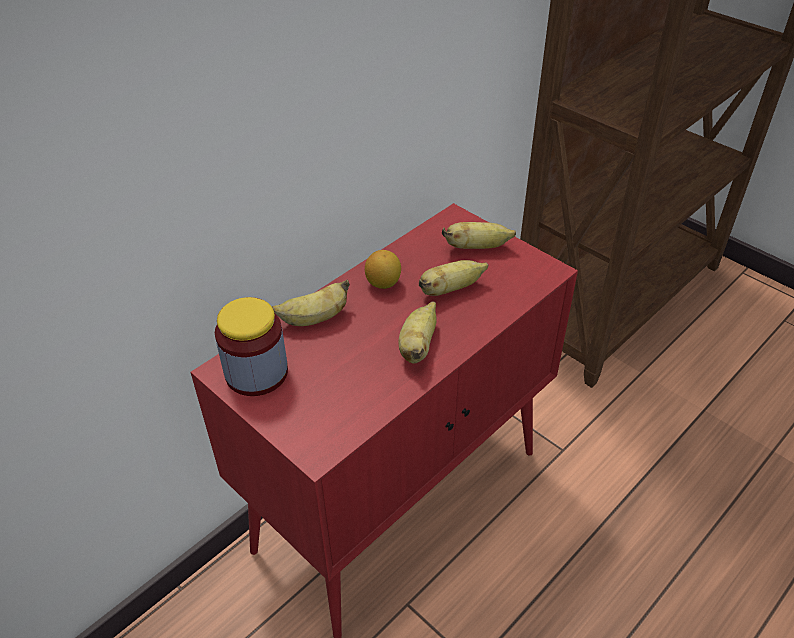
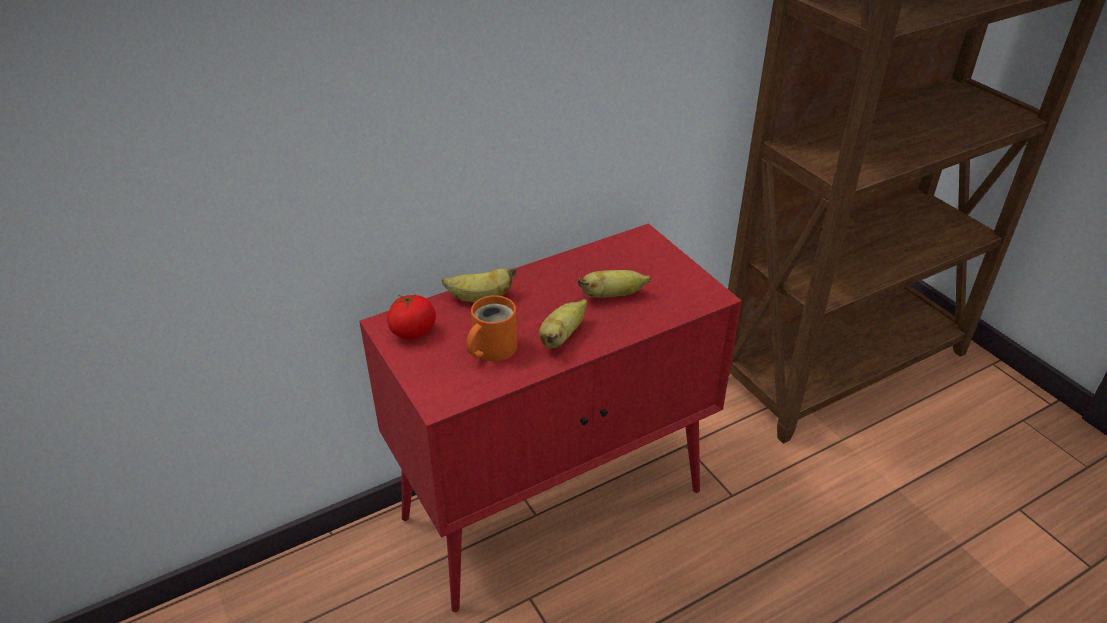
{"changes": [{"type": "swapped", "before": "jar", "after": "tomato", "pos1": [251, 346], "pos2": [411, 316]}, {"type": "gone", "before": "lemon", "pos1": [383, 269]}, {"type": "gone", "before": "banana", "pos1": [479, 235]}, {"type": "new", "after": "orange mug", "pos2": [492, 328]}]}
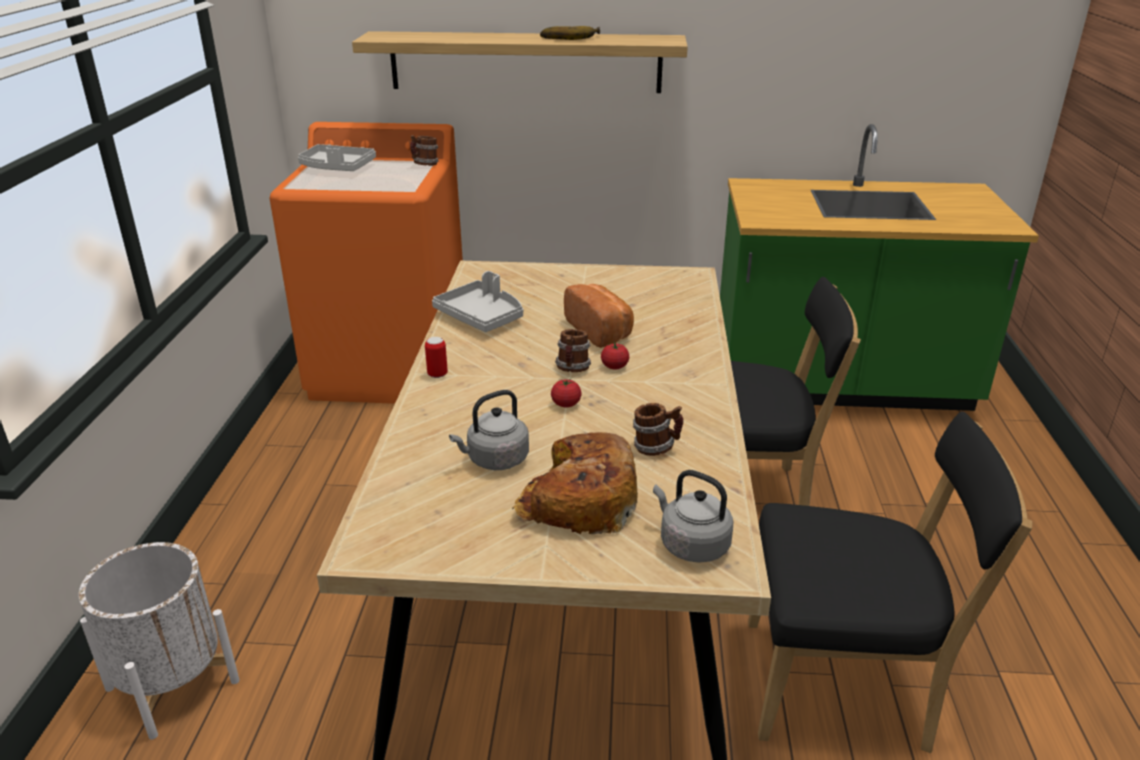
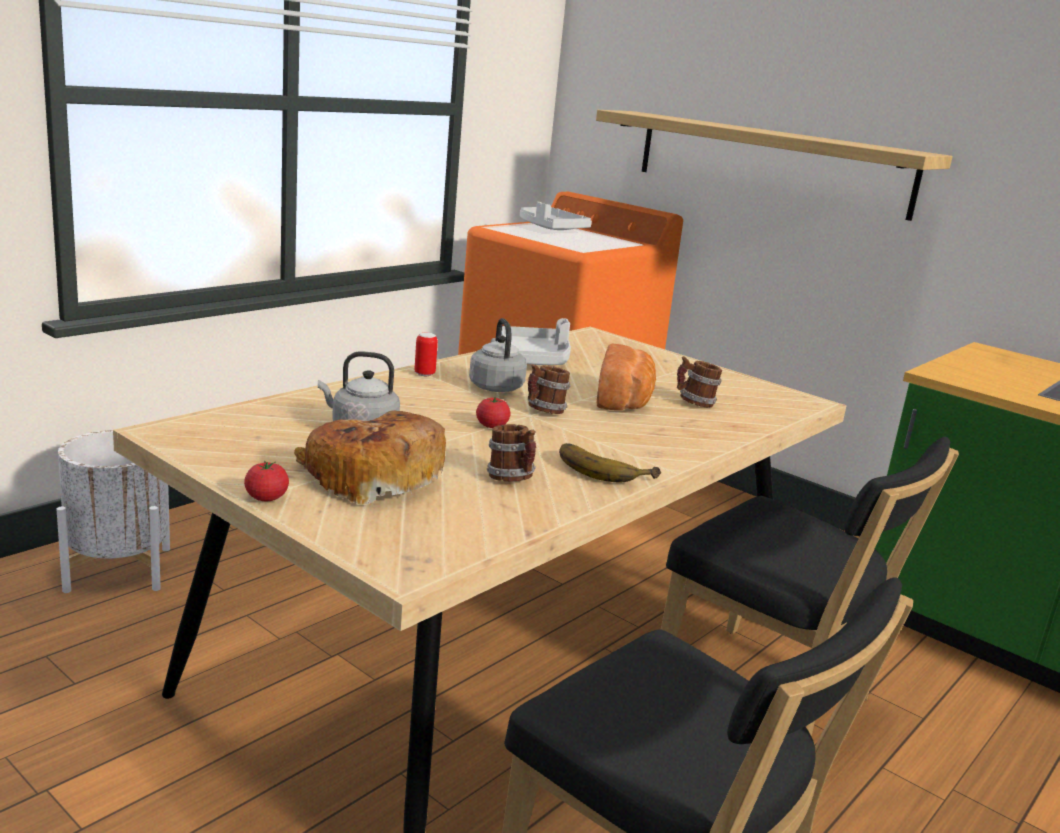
{"changes": [{"type": "shifted", "before": "mug", "pos1": [424, 150], "pos2": [699, 382]}, {"type": "shifted", "before": "banana", "pos1": [570, 33], "pos2": [610, 462]}, {"type": "shifted", "before": "tomato", "pos1": [615, 355], "pos2": [266, 480]}, {"type": "shifted", "before": "grey kettle", "pos1": [693, 516], "pos2": [498, 355]}]}
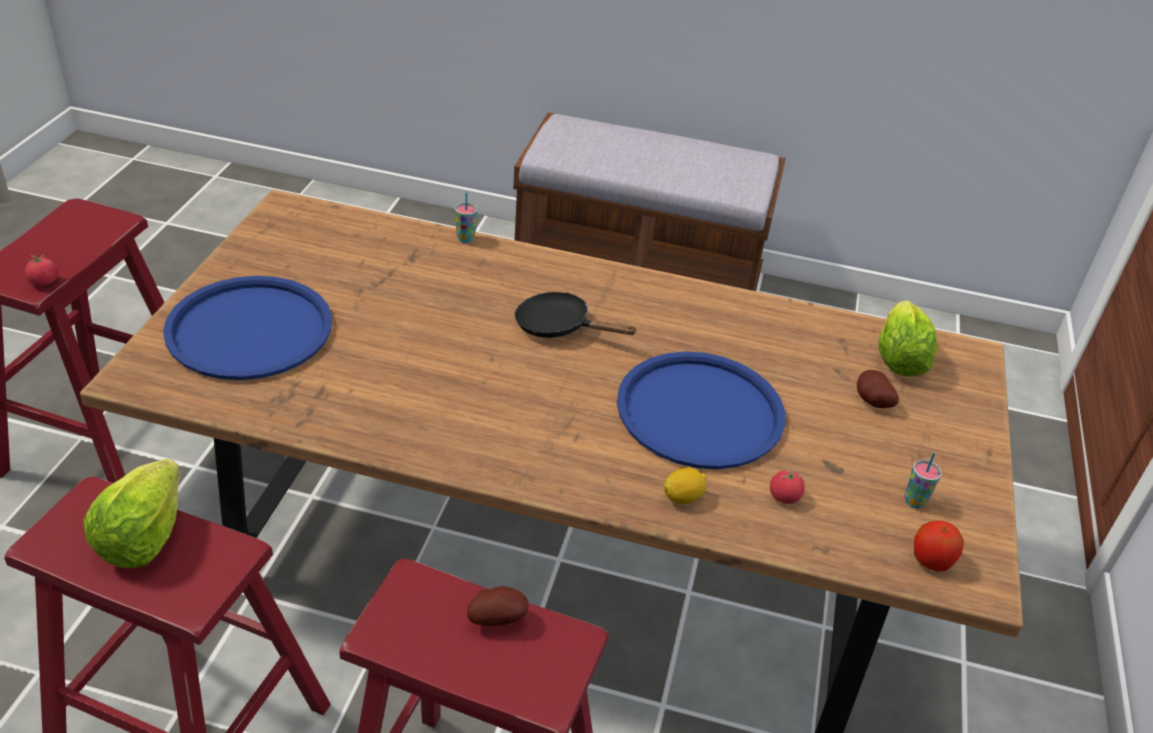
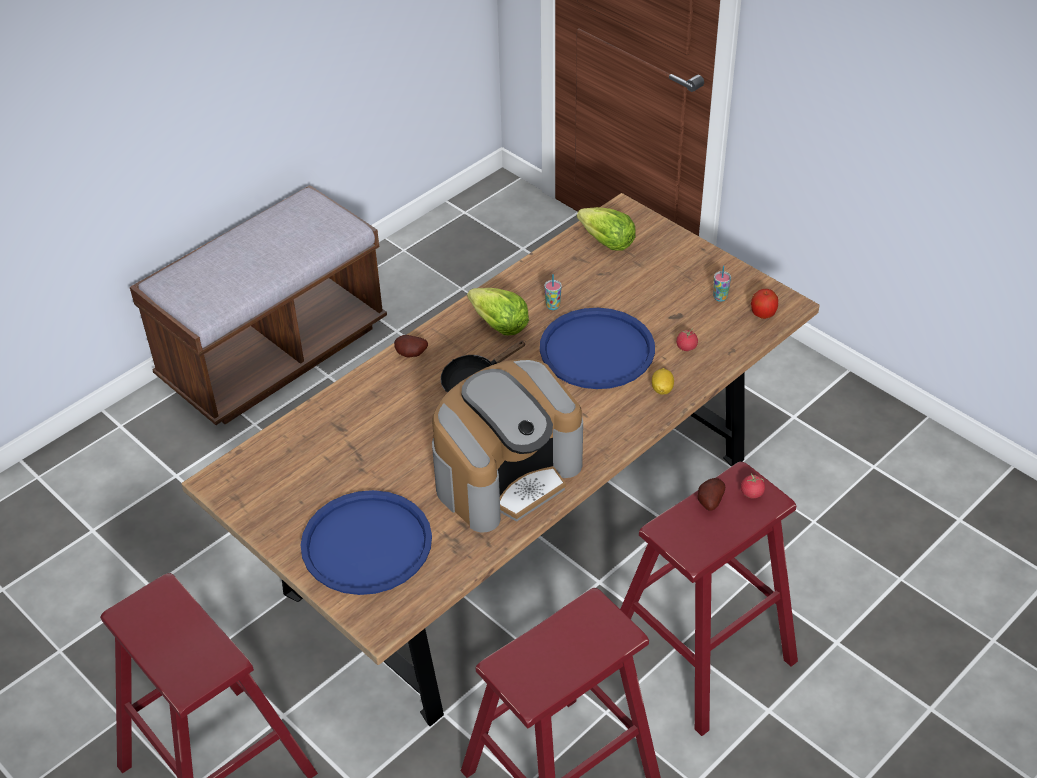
{"changes": [{"type": "shifted", "before": "tomato", "pos1": [41, 270], "pos2": [753, 486]}, {"type": "shifted", "before": "lettuce", "pos1": [131, 513], "pos2": [498, 311]}, {"type": "shifted", "before": "cup", "pos1": [466, 217], "pos2": [553, 292]}, {"type": "shifted", "before": "potato", "pos1": [878, 389], "pos2": [411, 346]}, {"type": "new", "after": "coffee machine", "pos2": [507, 445]}]}
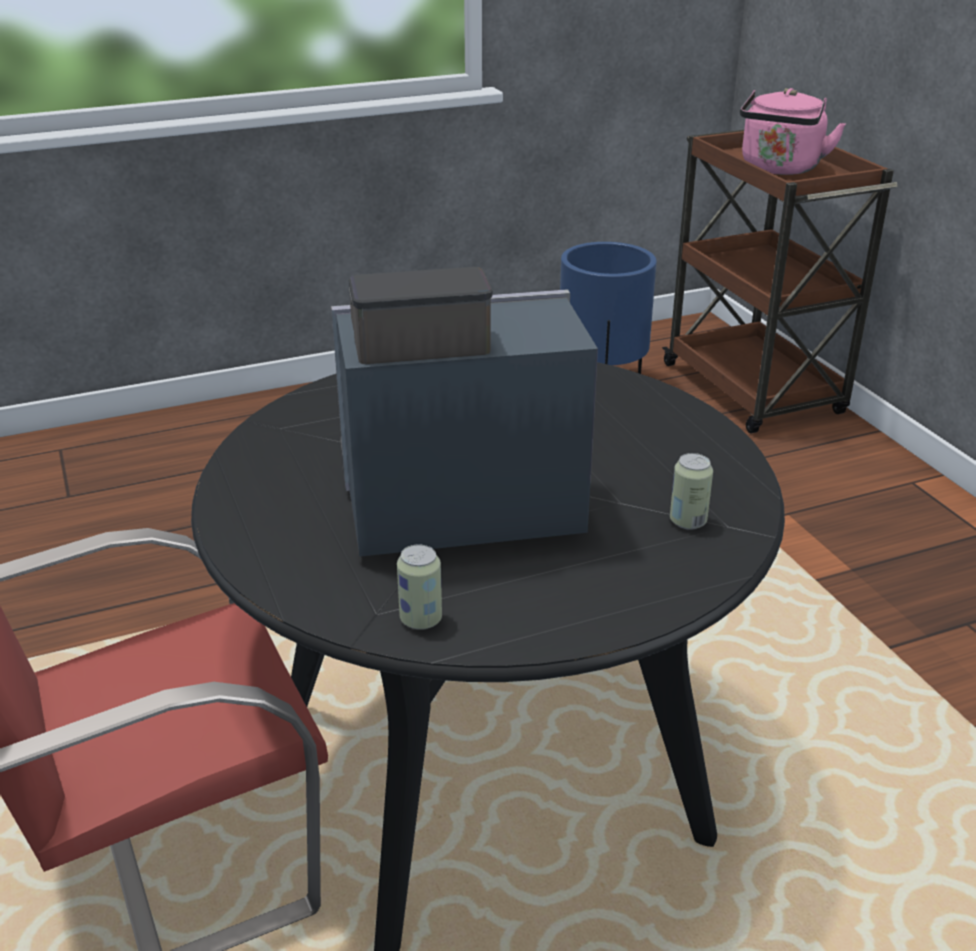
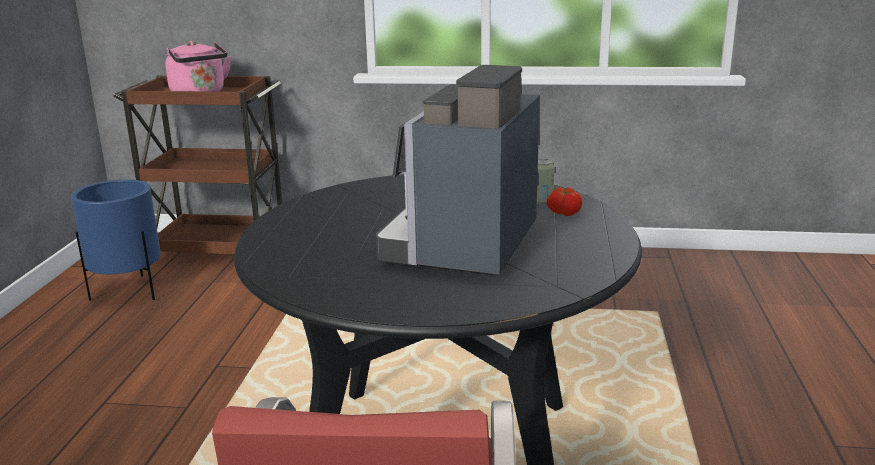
{"changes": [{"type": "gone", "before": "can", "pos1": [419, 587]}, {"type": "new", "after": "tomato", "pos2": [564, 201]}]}
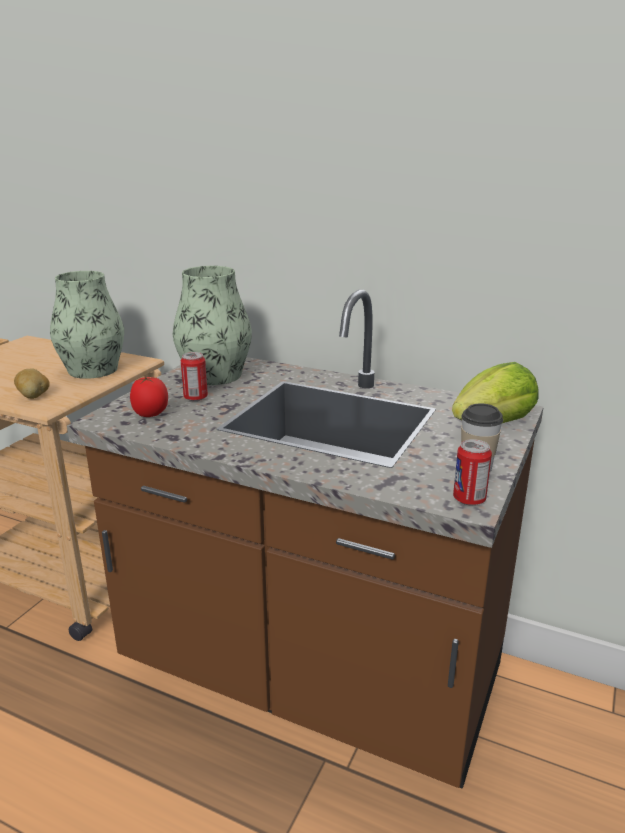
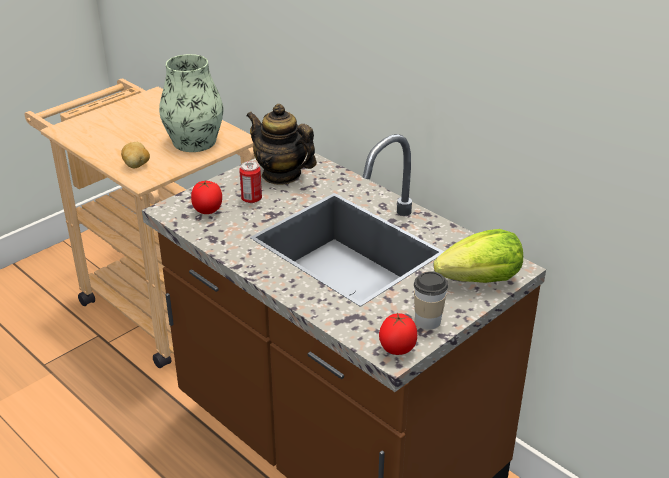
{"changes": [{"type": "swapped", "before": "vase", "after": "teapot", "pos1": [212, 325], "pos2": [281, 144]}, {"type": "swapped", "before": "can", "after": "tomato", "pos1": [472, 472], "pos2": [398, 333]}]}
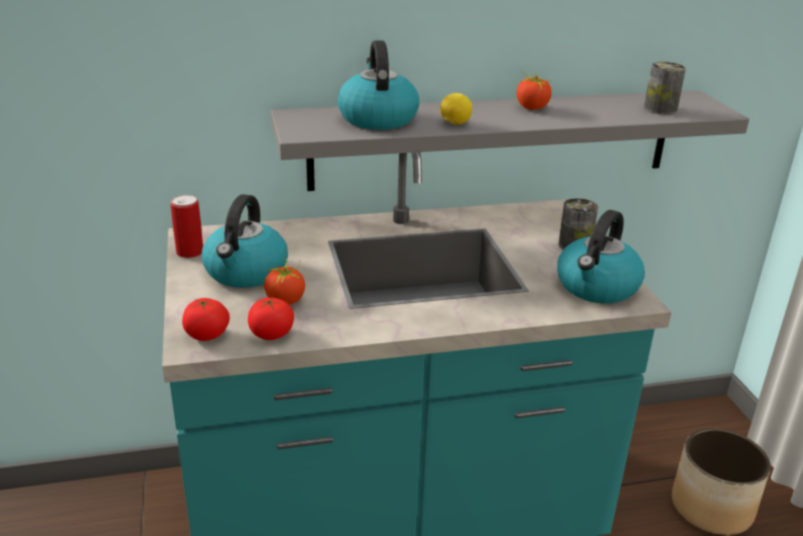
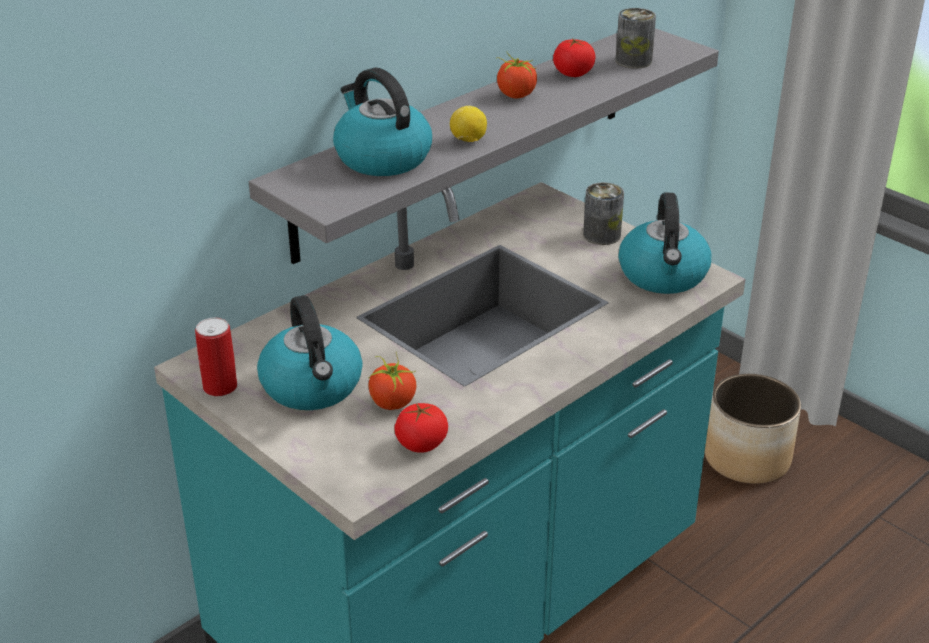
{"changes": [{"type": "shifted", "before": "tomato", "pos1": [206, 319], "pos2": [574, 58]}]}
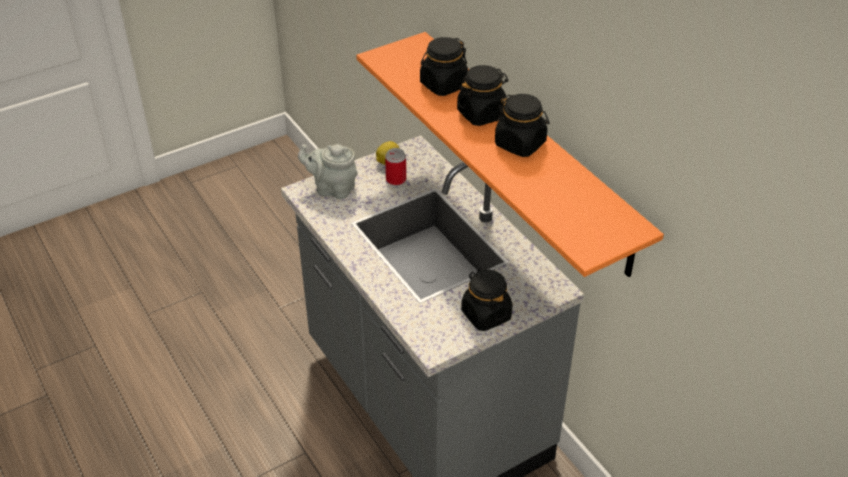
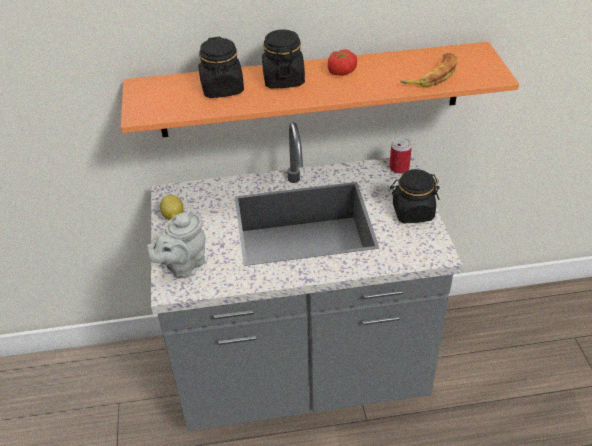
{"changes": [{"type": "shifted", "before": "can", "pos1": [395, 166], "pos2": [401, 155]}, {"type": "swapped", "before": "black jar", "after": "tomato", "pos1": [522, 125], "pos2": [342, 62]}, {"type": "new", "after": "banana", "pos2": [429, 70]}]}
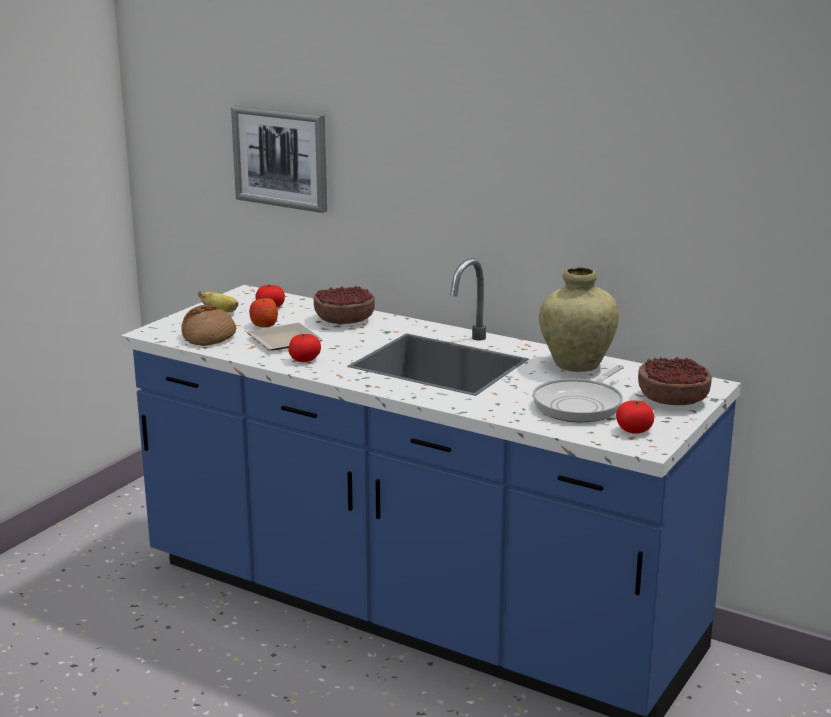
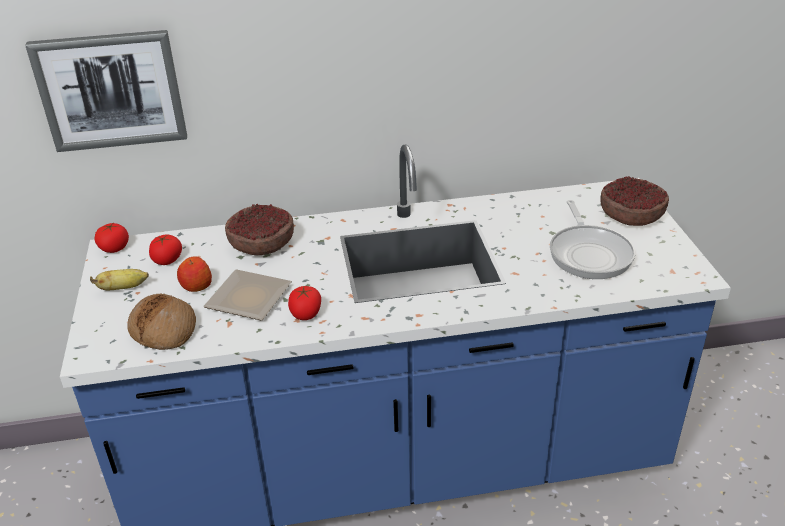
{"changes": [{"type": "gone", "before": "beige vase", "pos1": [579, 319]}, {"type": "shifted", "before": "tomato", "pos1": [635, 417], "pos2": [112, 238]}]}
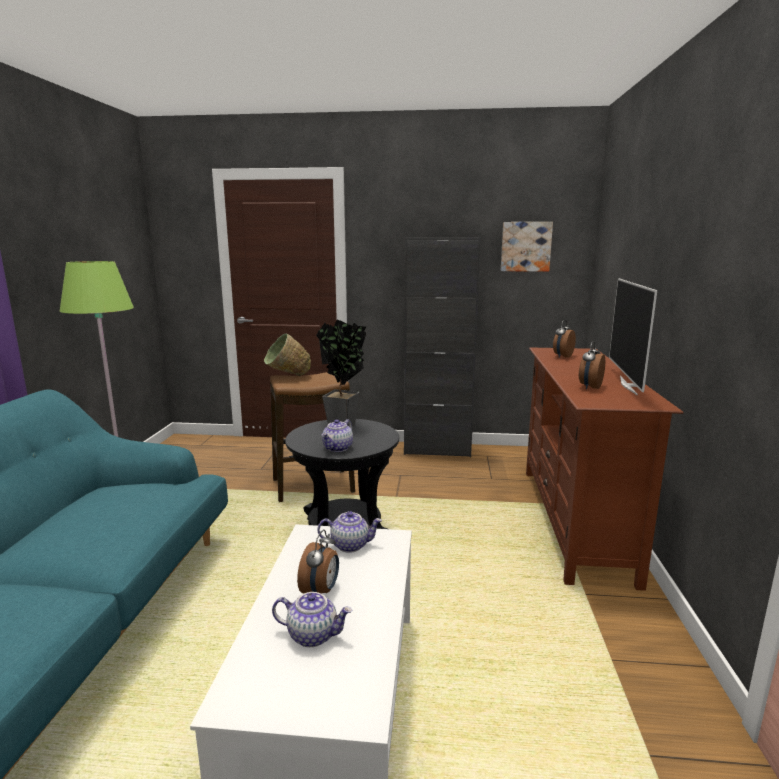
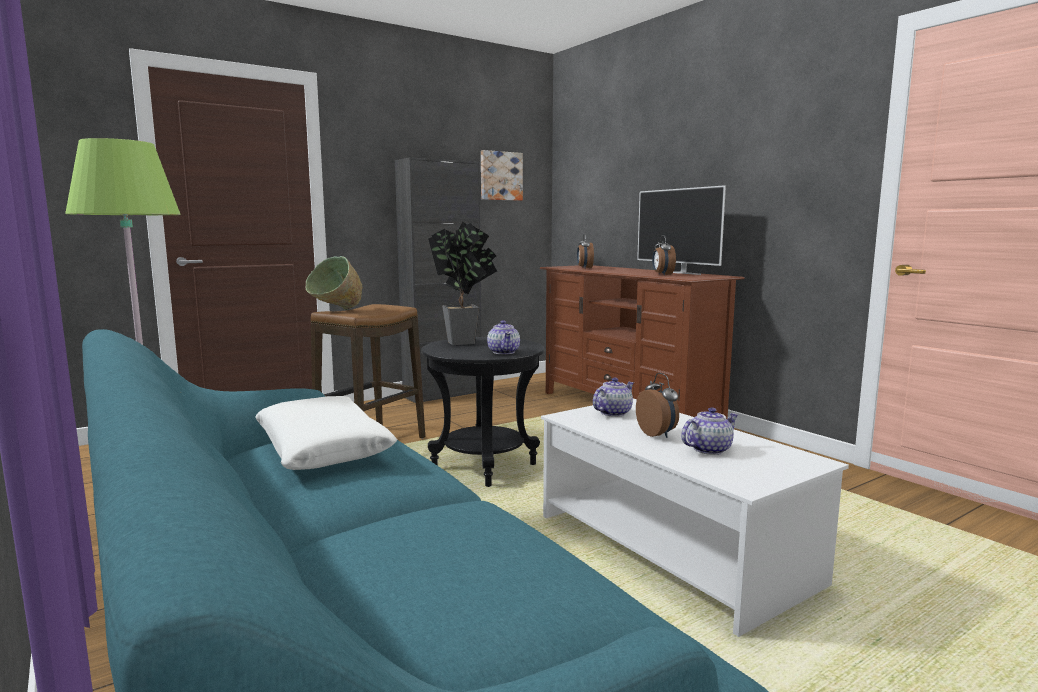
{"changes": [{"type": "new", "after": "white pillow", "pos2": [326, 433]}]}
